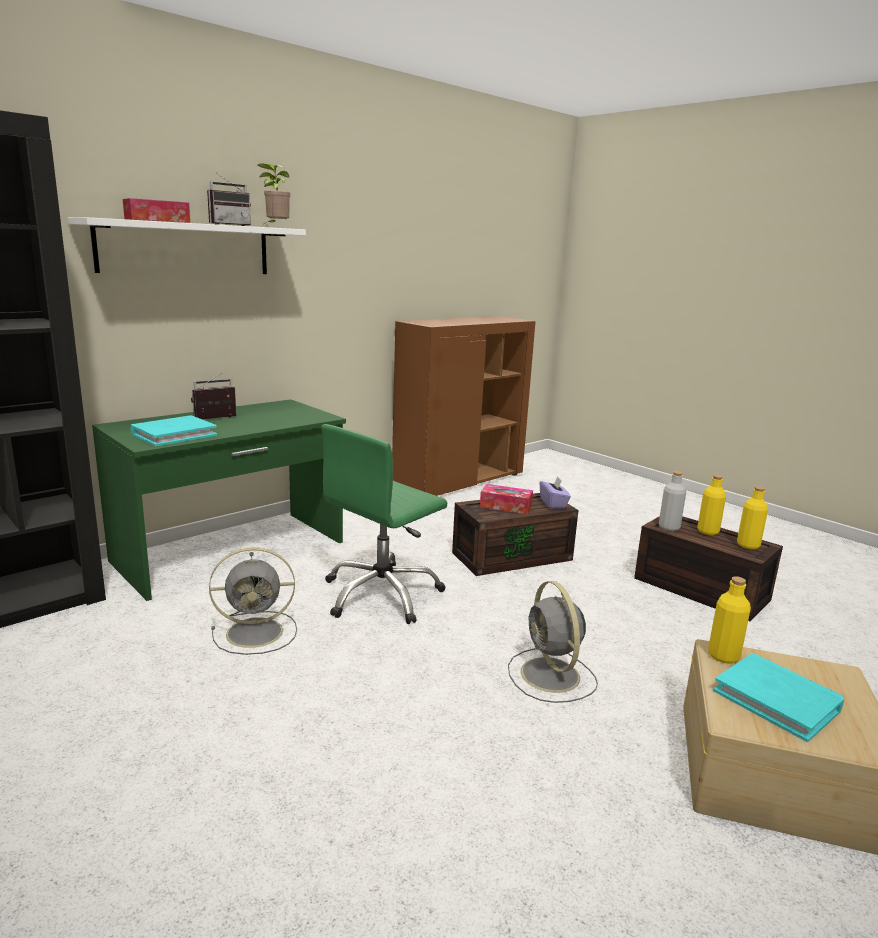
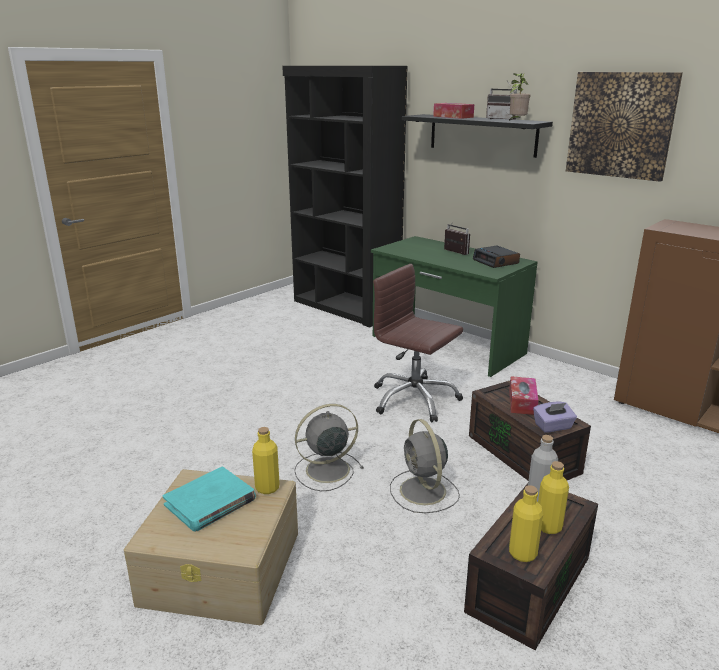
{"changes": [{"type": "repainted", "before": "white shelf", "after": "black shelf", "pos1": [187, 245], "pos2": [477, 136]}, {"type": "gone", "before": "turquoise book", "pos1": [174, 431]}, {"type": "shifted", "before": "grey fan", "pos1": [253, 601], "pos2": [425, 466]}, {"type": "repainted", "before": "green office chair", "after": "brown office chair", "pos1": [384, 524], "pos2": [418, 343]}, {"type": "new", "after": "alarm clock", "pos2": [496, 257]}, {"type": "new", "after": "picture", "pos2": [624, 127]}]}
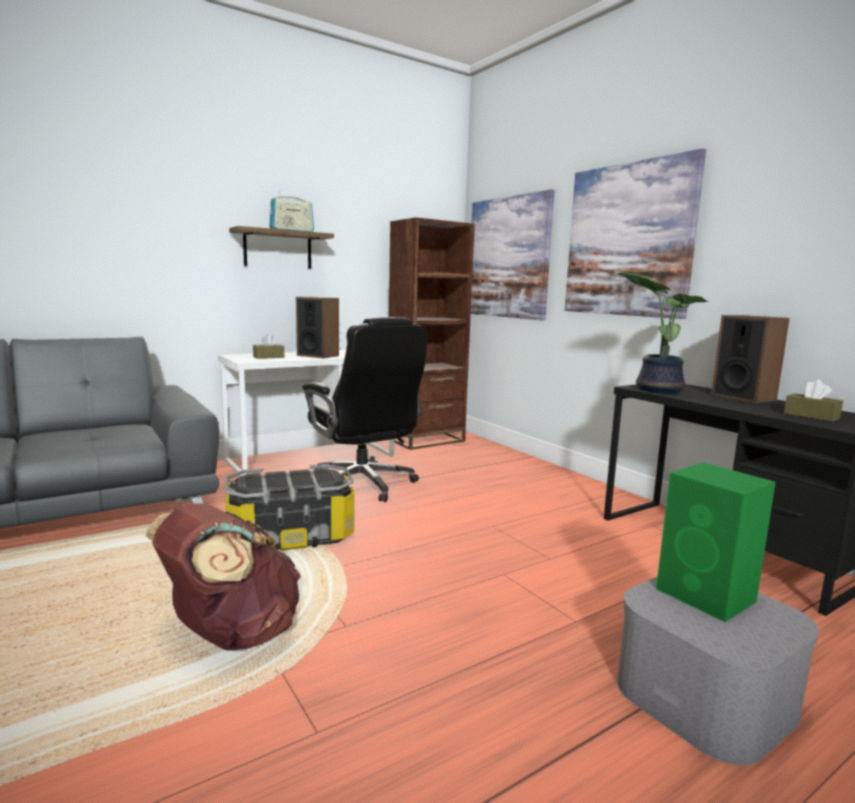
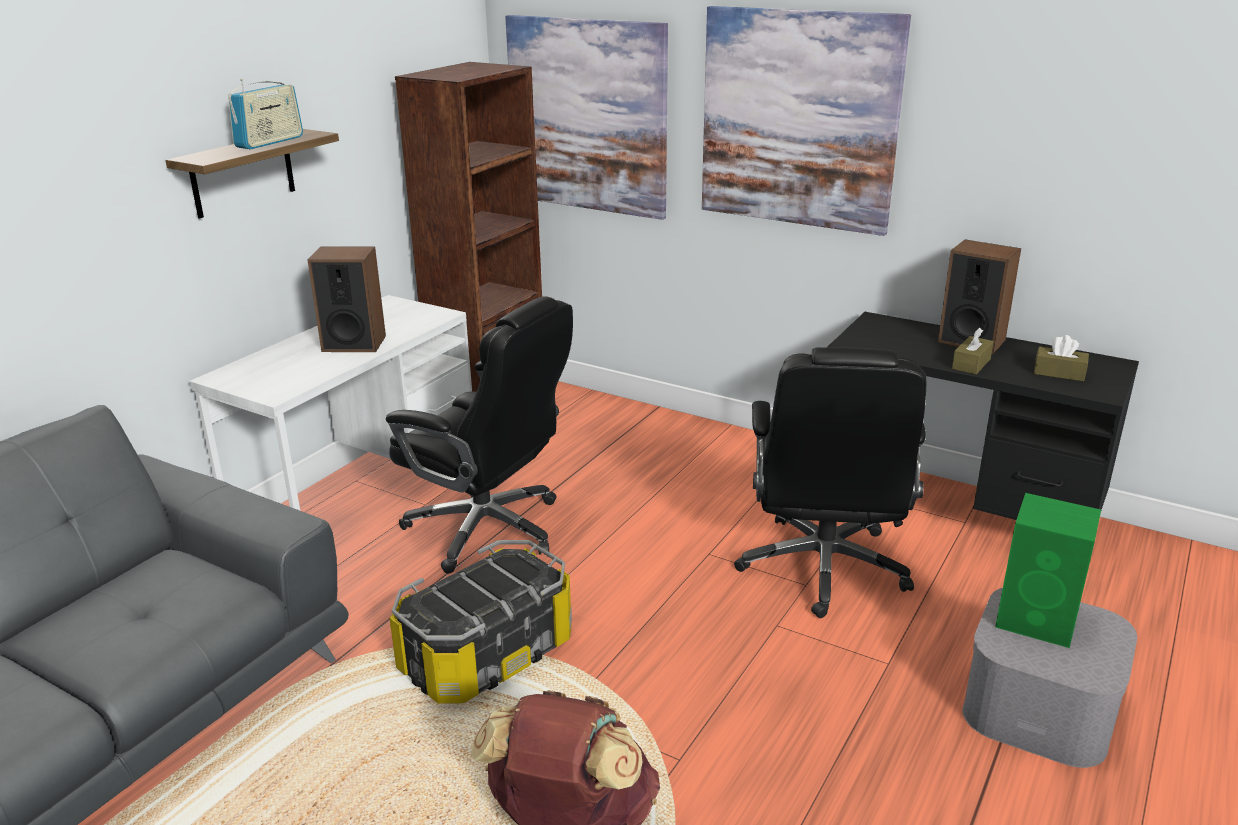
{"changes": [{"type": "shifted", "before": "brown tissue box", "pos1": [268, 346], "pos2": [973, 351]}, {"type": "gone", "before": "potted plant", "pos1": [662, 333]}, {"type": "new", "after": "black office chair", "pos2": [830, 482]}]}
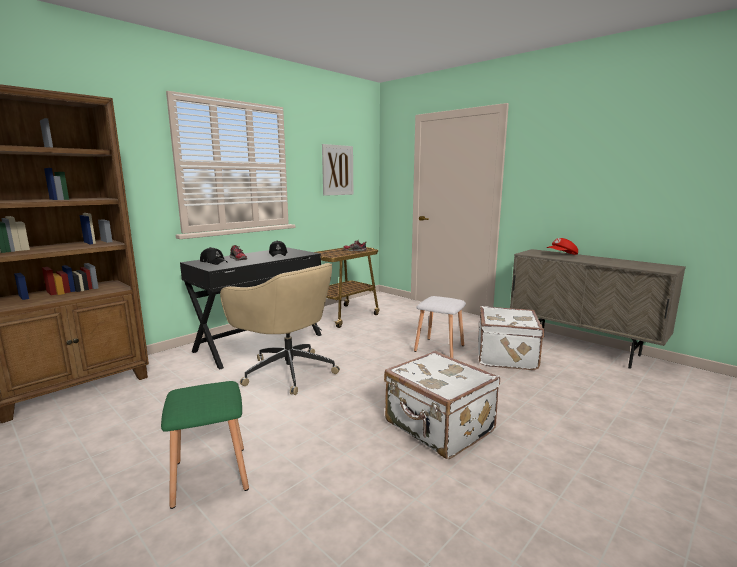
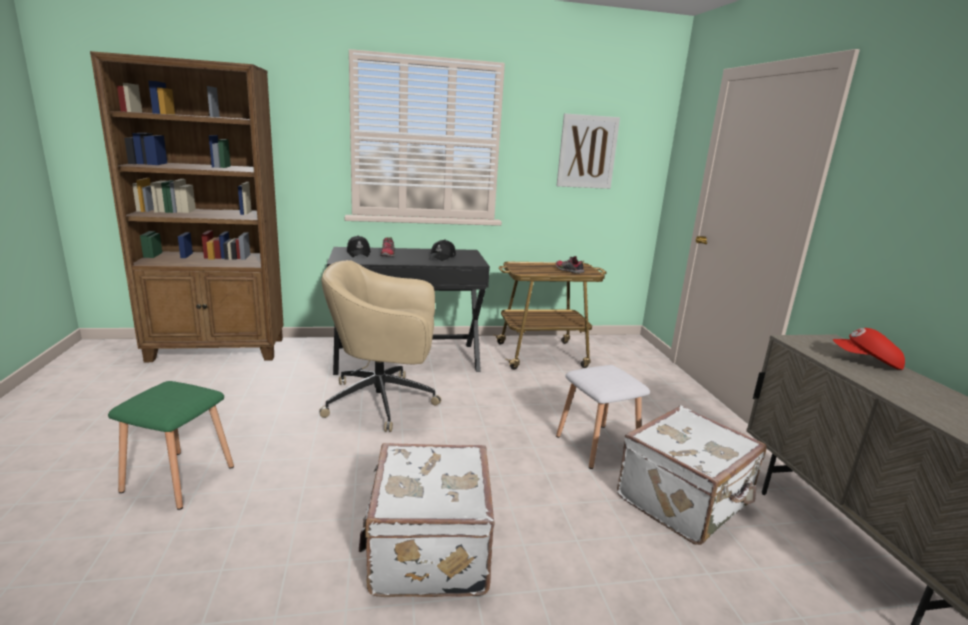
{"changes": [{"type": "rotated", "before": "beige office chair", "pos1": [280, 329], "pos2": [380, 346], "turn": 105}]}
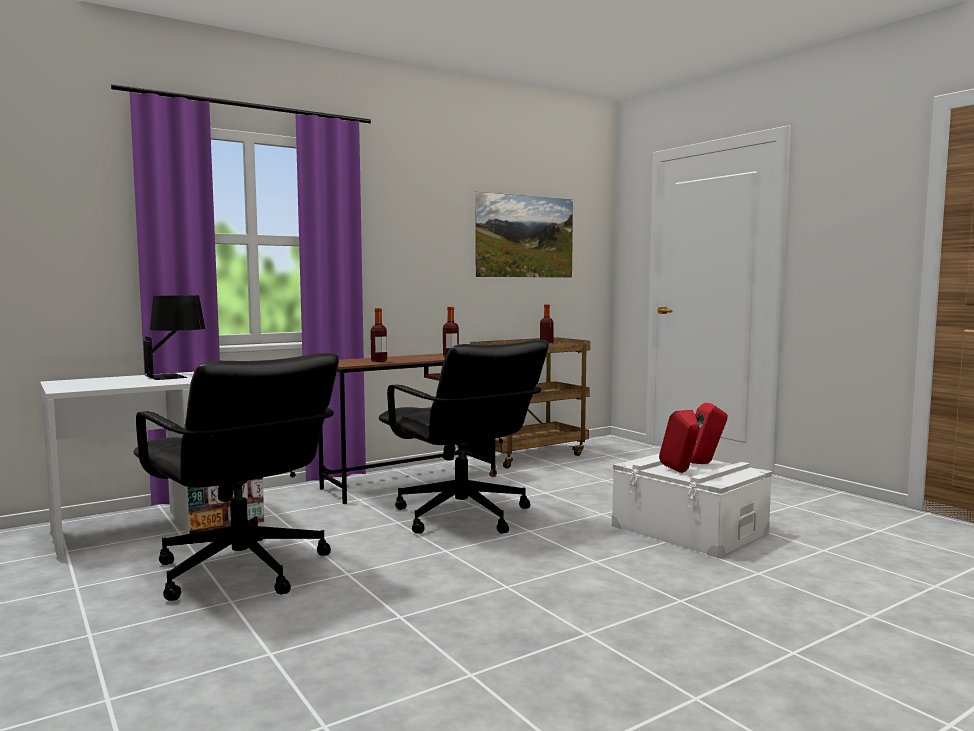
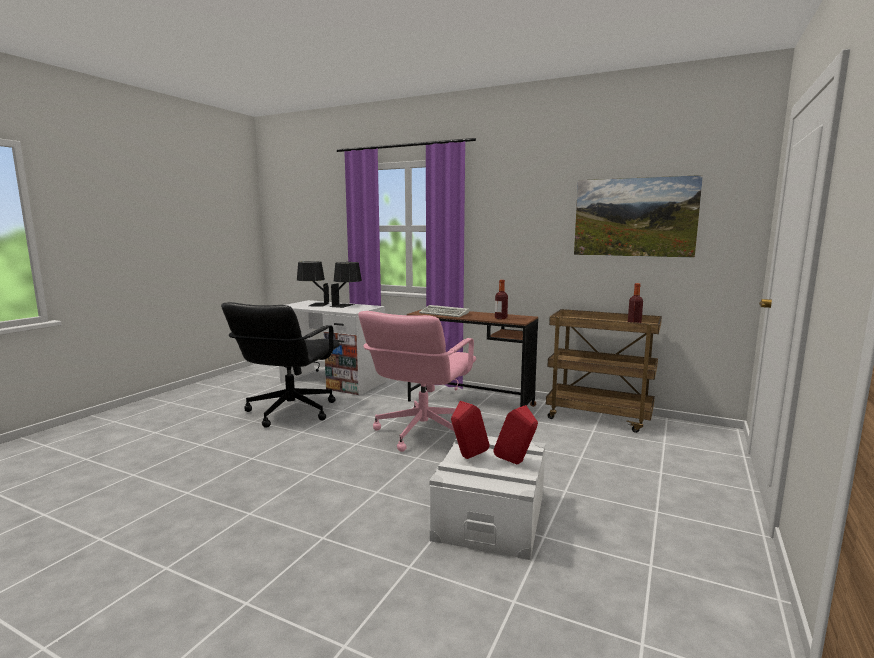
{"changes": [{"type": "swapped", "before": "bottle", "after": "keyboard", "pos1": [378, 335], "pos2": [444, 311]}, {"type": "repainted", "before": "black office chair", "after": "pink office chair", "pos1": [463, 437], "pos2": [417, 381]}, {"type": "new", "after": "black table lamp", "pos2": [313, 284]}]}
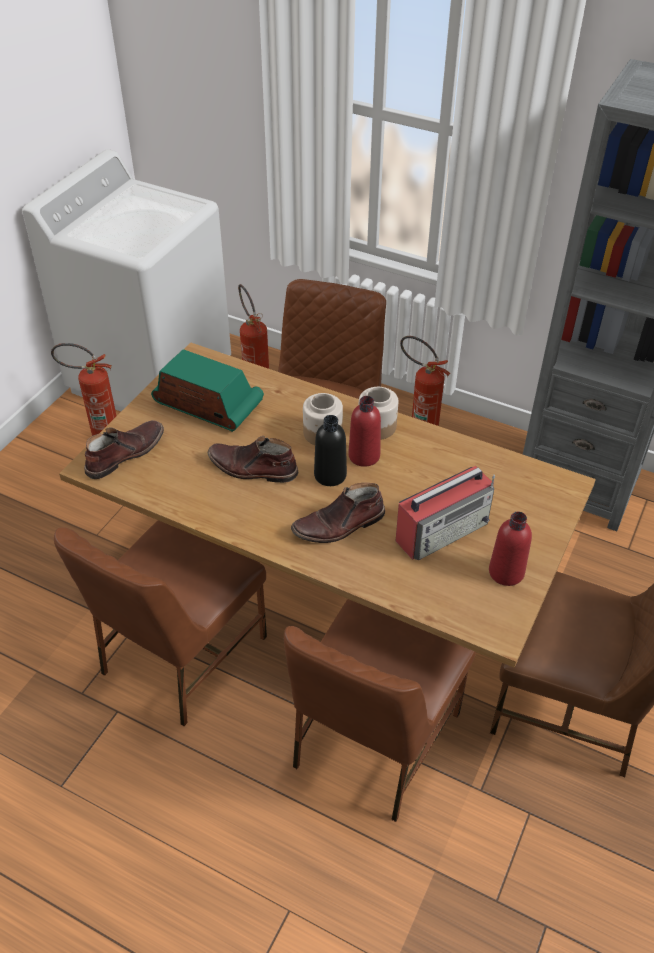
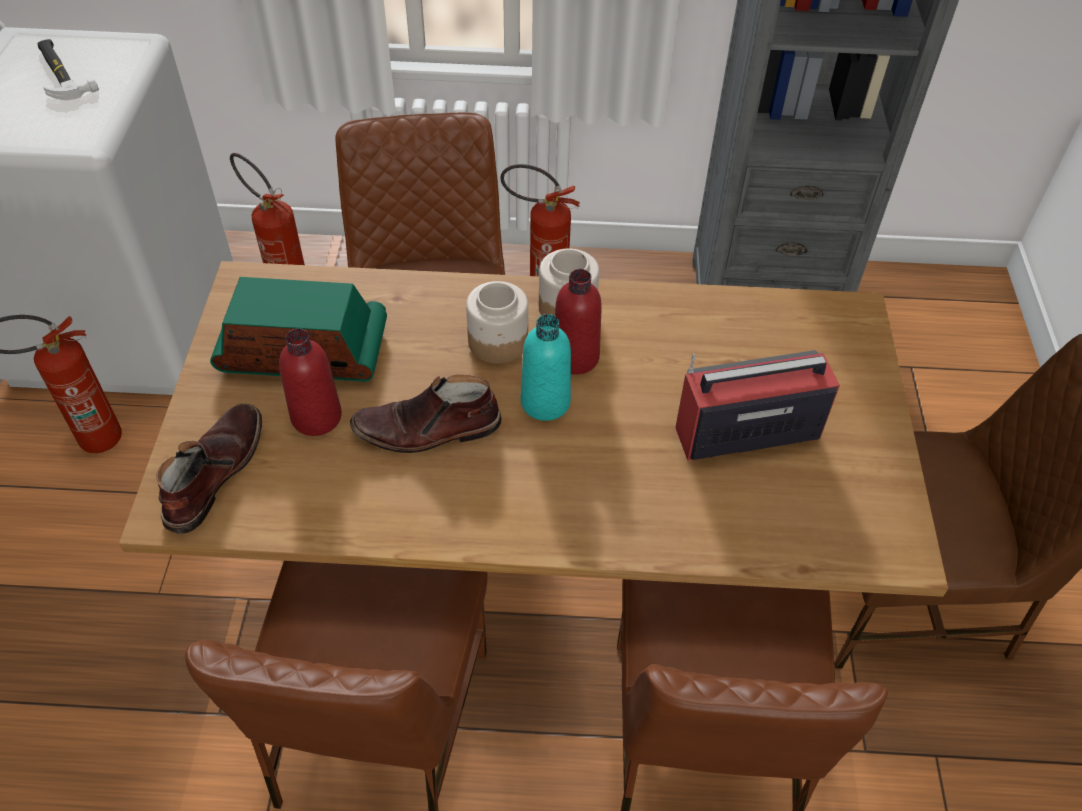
{"changes": [{"type": "gone", "before": "brown boot", "pos1": [338, 513]}, {"type": "repainted", "before": "black bottle", "after": "turquoise bottle", "pos1": [330, 450], "pos2": [546, 367]}, {"type": "rotated", "before": "radio", "pos1": [445, 513], "pos2": [757, 405], "turn": -135}, {"type": "shifted", "before": "red bottle", "pos1": [510, 549], "pos2": [310, 382]}, {"type": "new", "after": "hammer", "pos2": [68, 69]}]}
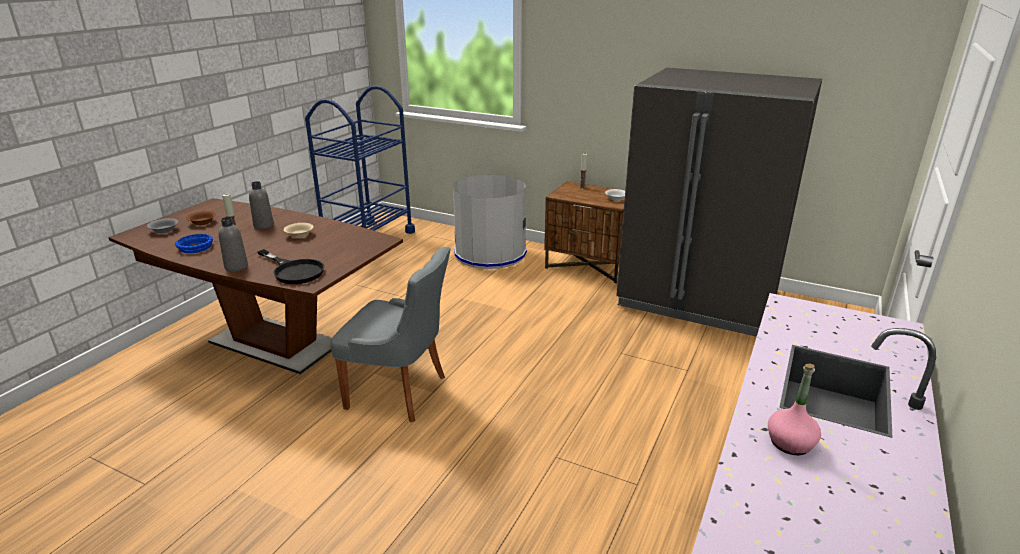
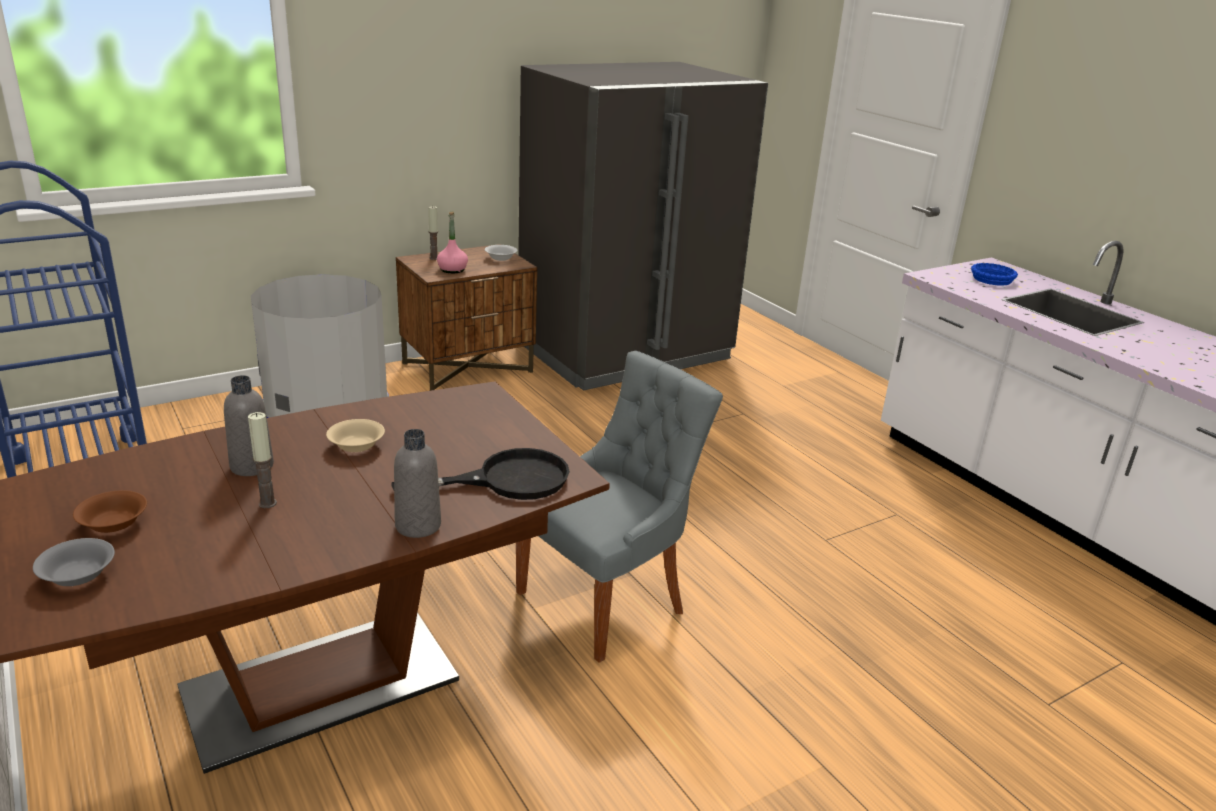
{"changes": [{"type": "shifted", "before": "blue bowl", "pos1": [194, 243], "pos2": [994, 274]}, {"type": "shifted", "before": "pink bottle", "pos1": [794, 409], "pos2": [452, 242]}]}
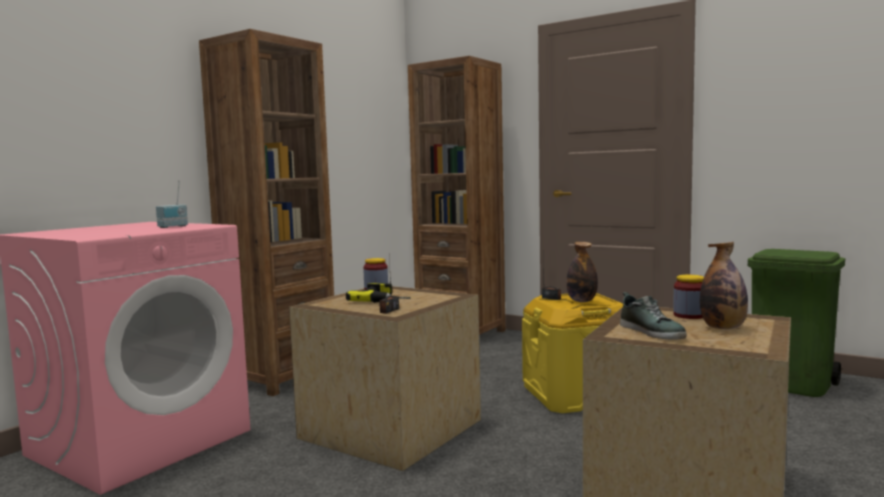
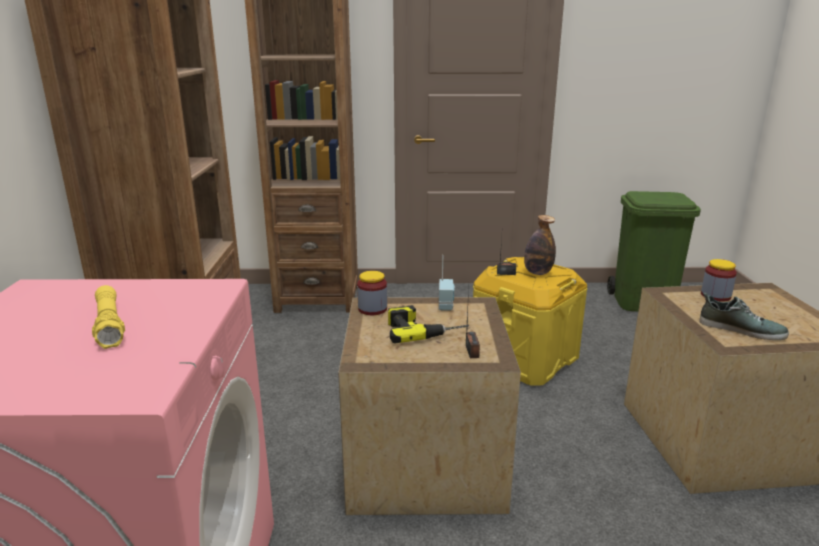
{"changes": [{"type": "shifted", "before": "radio", "pos1": [172, 204], "pos2": [447, 283]}, {"type": "gone", "before": "bottle", "pos1": [724, 285]}, {"type": "new", "after": "yellow flashlight", "pos2": [108, 317]}]}
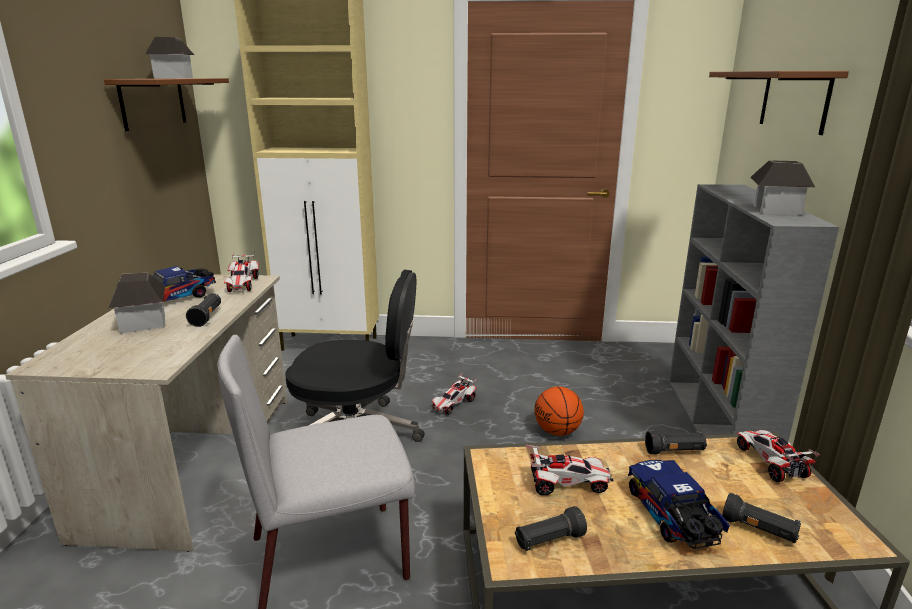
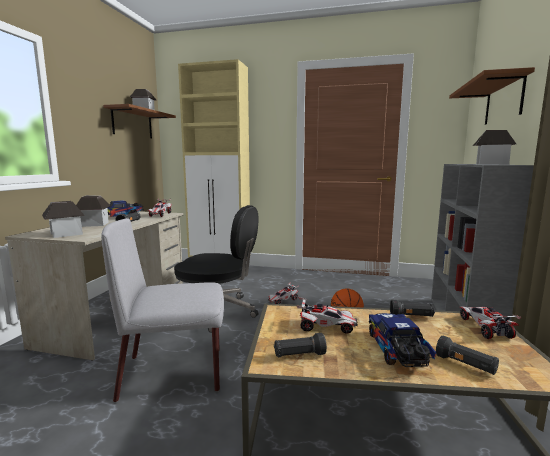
{"changes": [{"type": "new", "after": "toy house", "pos2": [63, 219]}]}
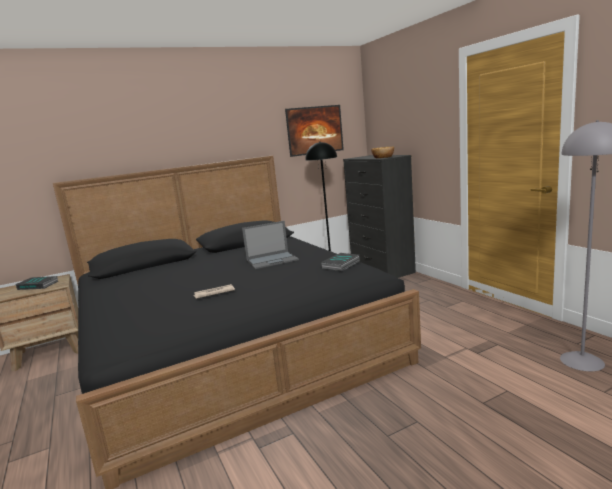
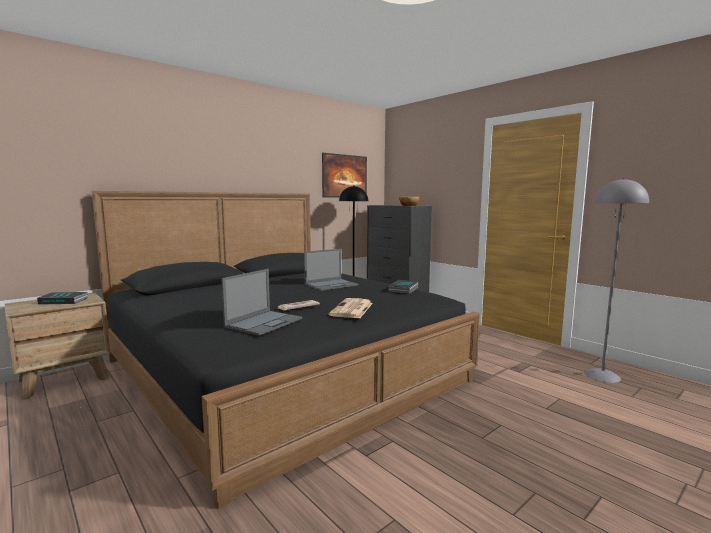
{"changes": [{"type": "new", "after": "laptop", "pos2": [261, 302]}, {"type": "new", "after": "newspaper", "pos2": [351, 308]}]}
